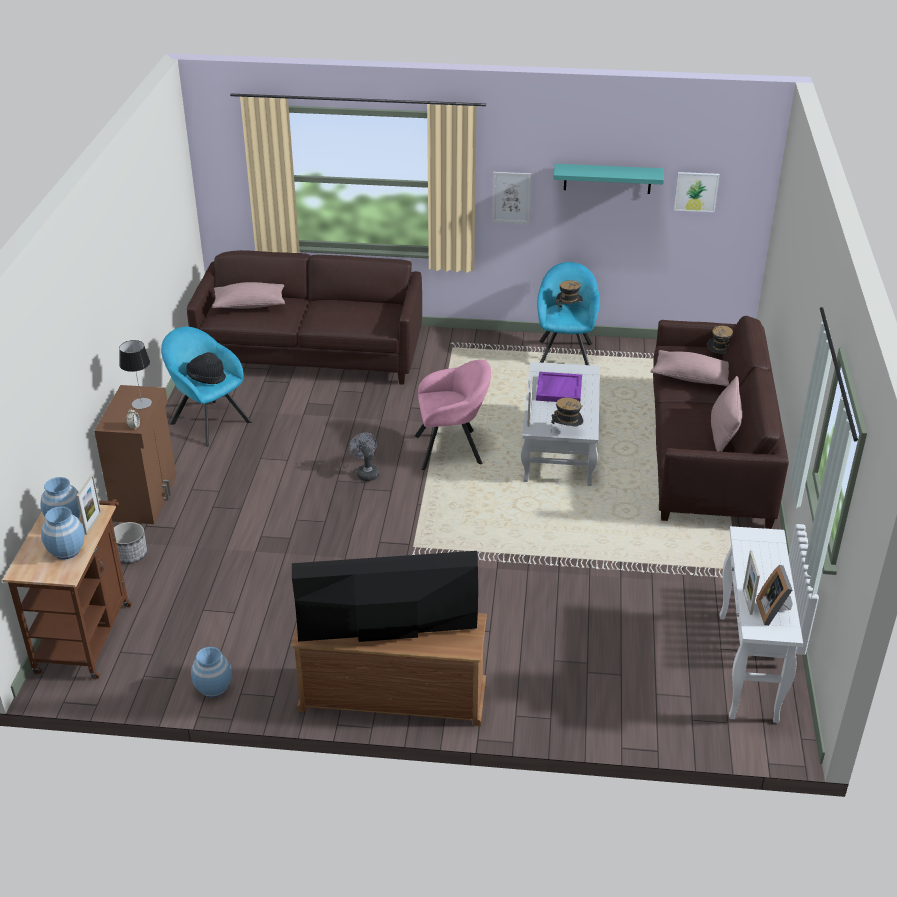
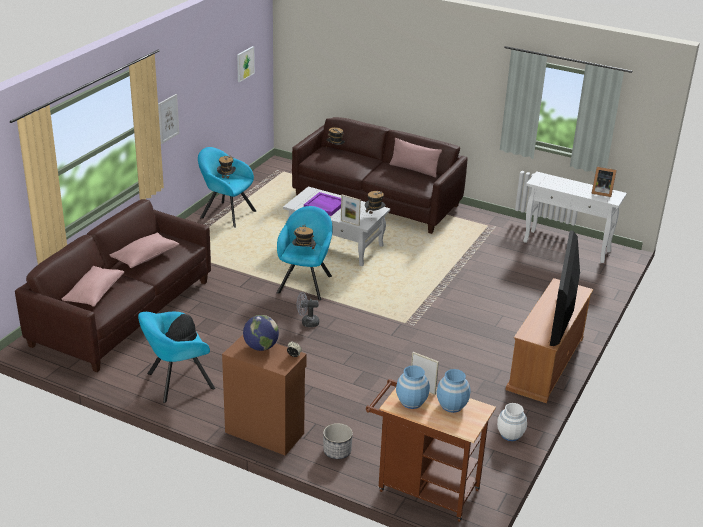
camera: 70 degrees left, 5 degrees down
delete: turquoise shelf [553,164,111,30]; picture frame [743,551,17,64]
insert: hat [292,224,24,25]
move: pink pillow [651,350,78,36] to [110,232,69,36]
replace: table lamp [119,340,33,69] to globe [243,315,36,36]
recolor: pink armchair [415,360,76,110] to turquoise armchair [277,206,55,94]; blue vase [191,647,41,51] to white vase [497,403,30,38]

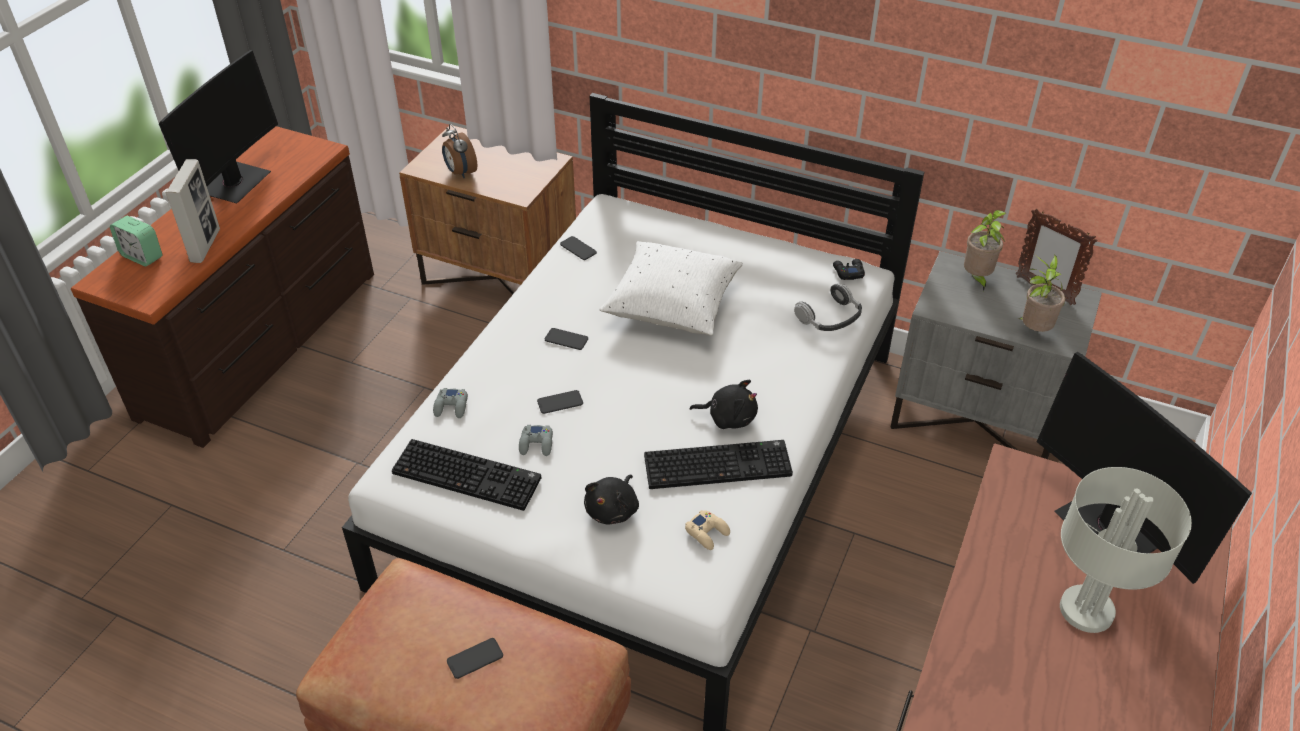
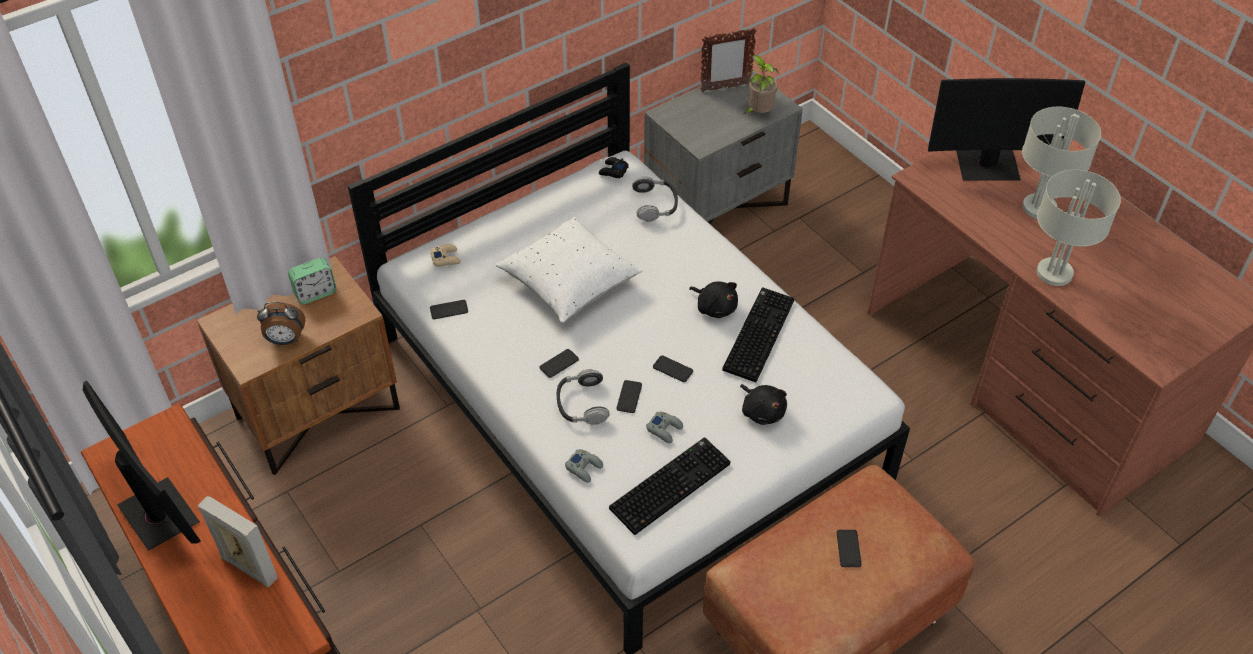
camera: 60 degrees left, 5 degrees up
delete: potted plant [964,210,42,81]
insert: headphones [557,369,53,56]; phone [653,355,40,27]; grey table lamp [1037,170,84,116]
move: alarm clock [110,216,52,51] to [288,258,48,46]; beige game controller [685,510,45,40] to [430,244,31,23]
rotate: black plush toy [690,380,68,49] = [689,282,49,36] 90 degrees clockwise

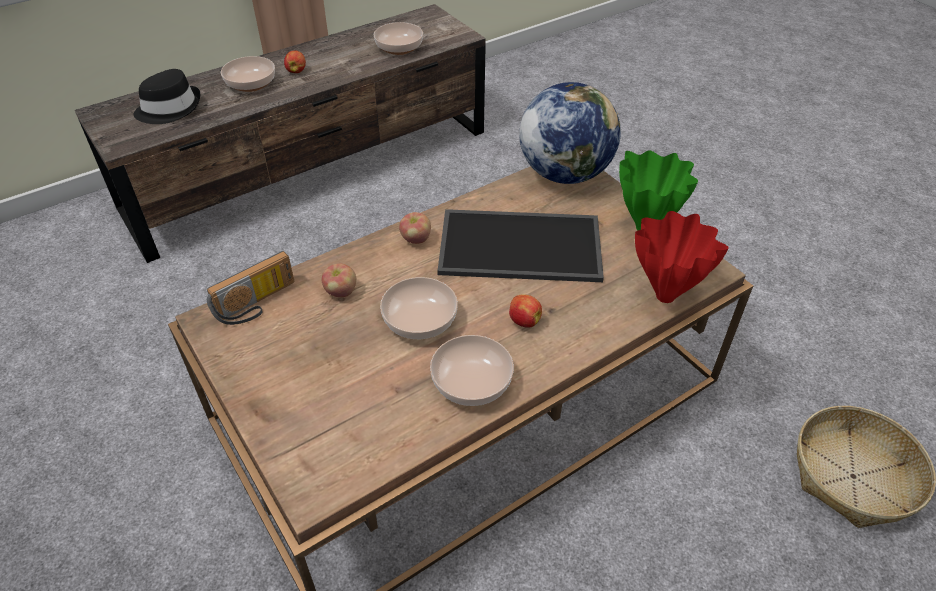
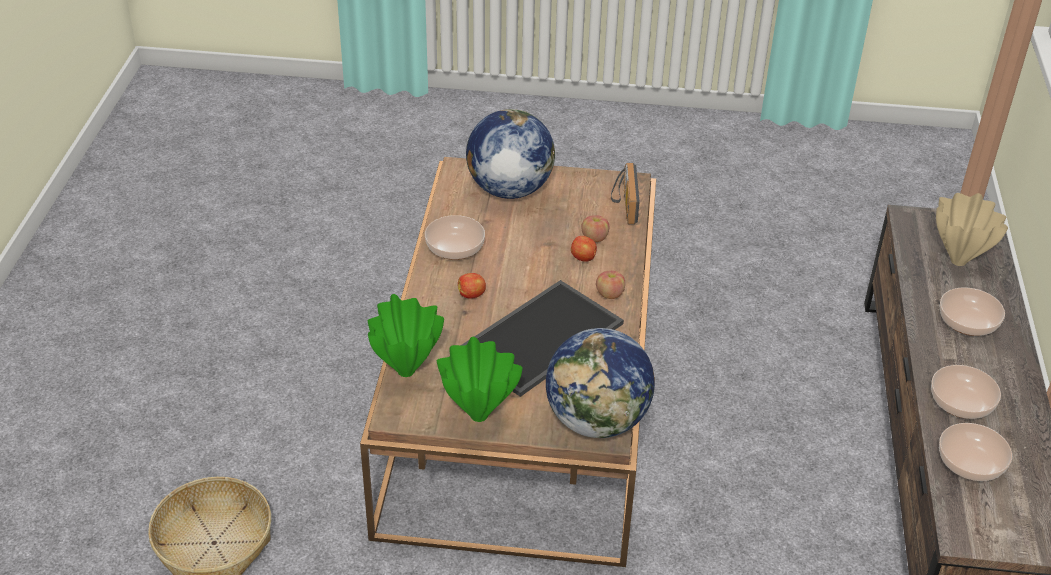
camera: 130 degrees right, 5 degrees down
insert: globe [466,109,89,90]
move: apple [284,50,22,23] to [571,236,26,26]; bowl [380,277,78,62] to [931,365,70,54]
replace: black hat [134,69,66,55] to beige vase [936,193,72,73]
recolor: red vase [635,211,94,92] to green vase [368,294,76,83]

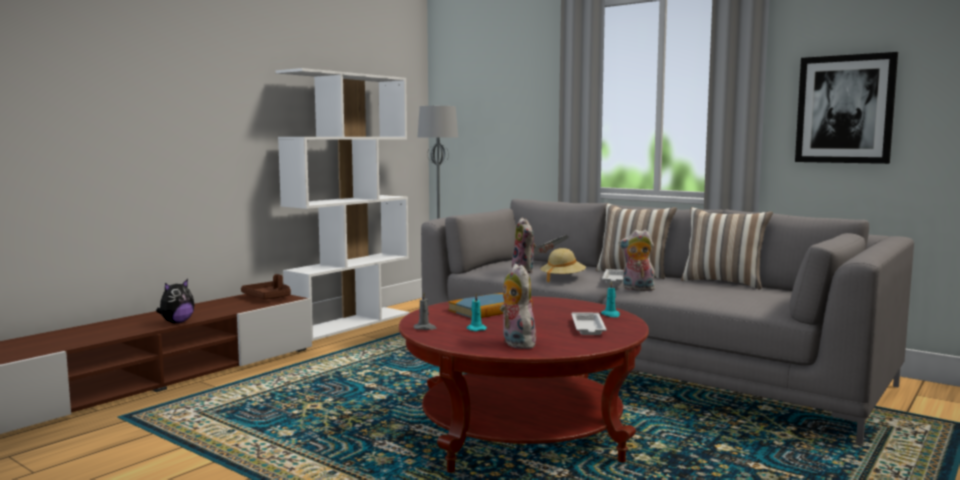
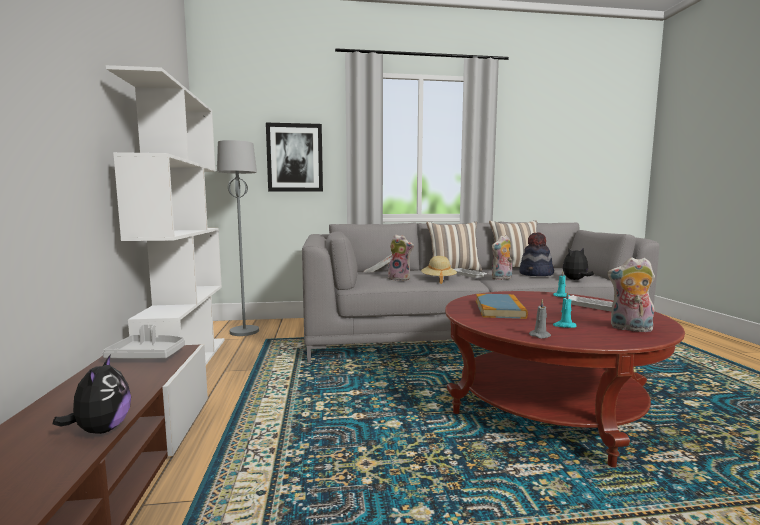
camera: 45 degrees left, 0 degrees up
insert: hat [519,232,35,44]; plush toy [563,248,31,32]
move: picture [795,52,103,112] to [266,123,57,69]
recolor: brown tray [241,274,50,25] to grey tray [103,324,82,35]

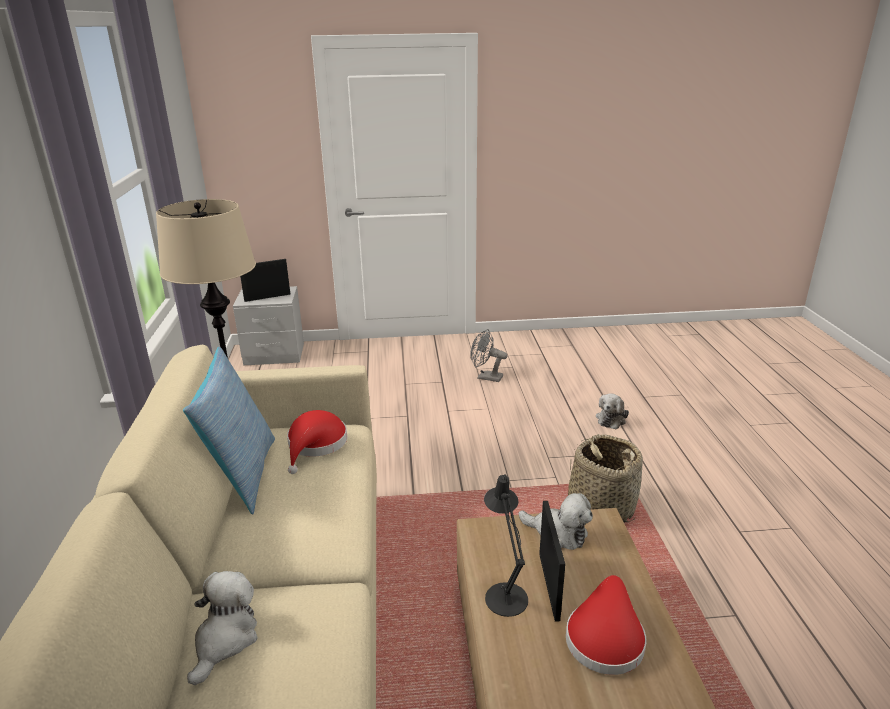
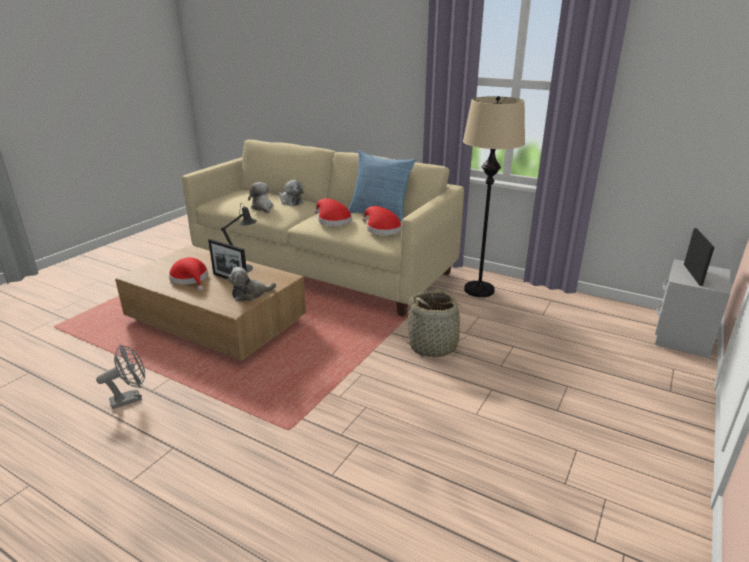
camera: 125 degrees right, 0 degrees up
insert: red hat [314,199,38,27]
move: grey fan [471,329,36,53] to [96,345,49,64]; plush toy [596,394,33,35] to [248,182,26,31]; basket [568,434,75,89] to [402,288,68,69]

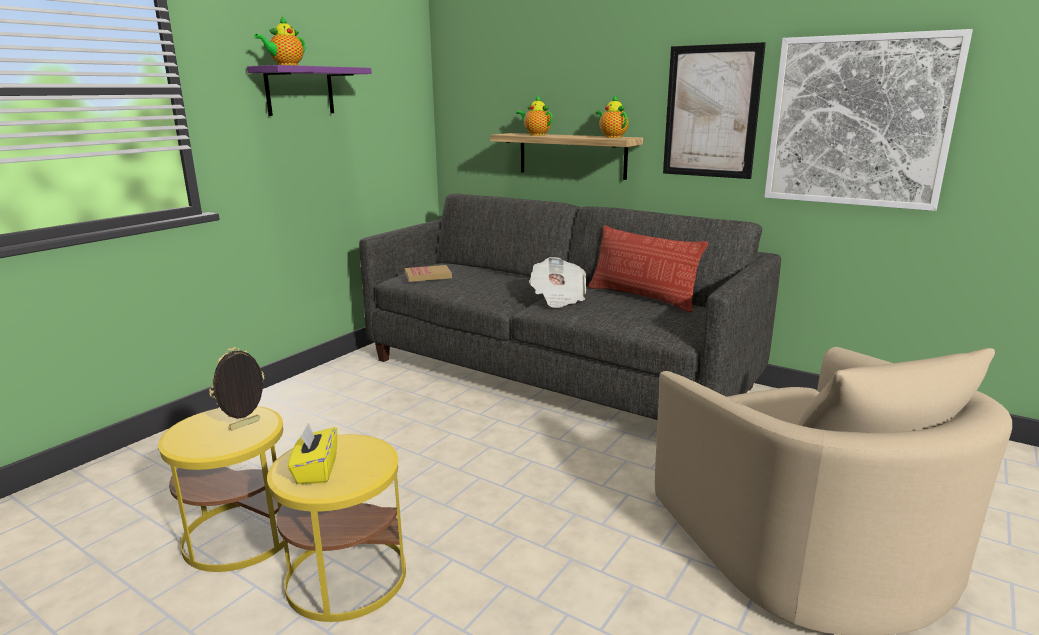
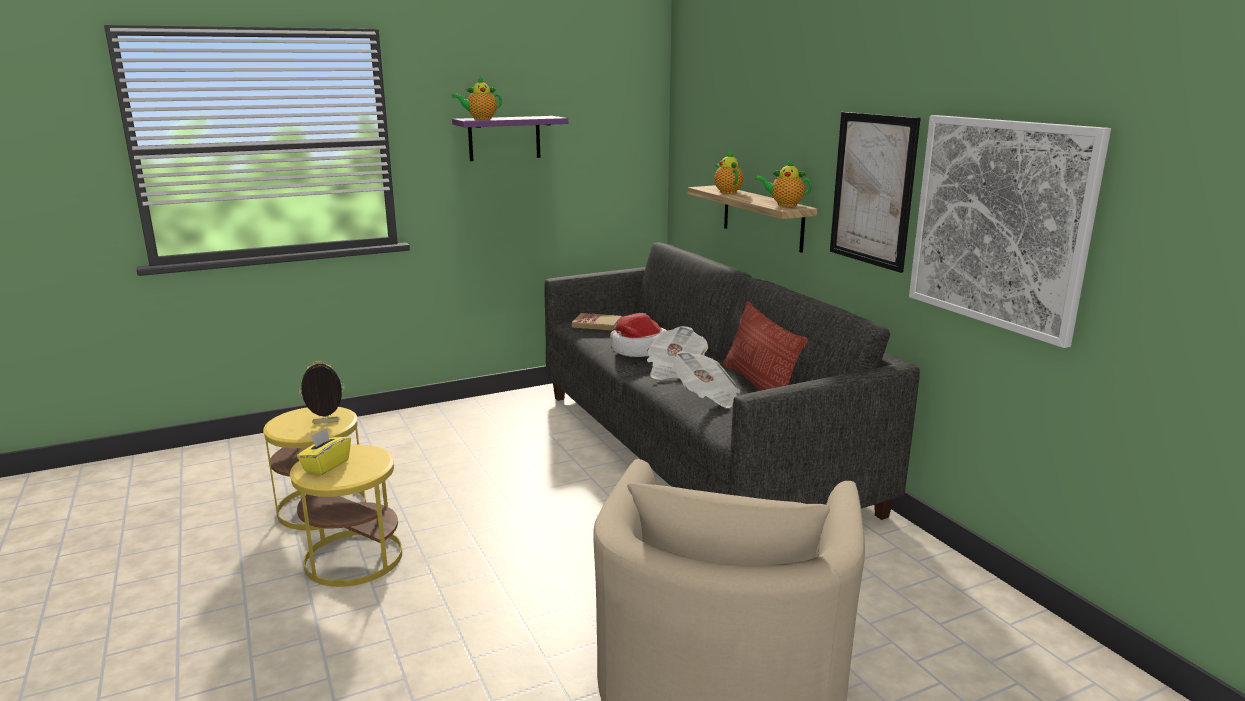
camera: 30 degrees right, 0 degrees up
insert: hat [610,313,56,44]; newspaper [673,351,67,57]
rotate: teapot [596,95,33,43] = [755,159,57,47] 75 degrees counterclockwise

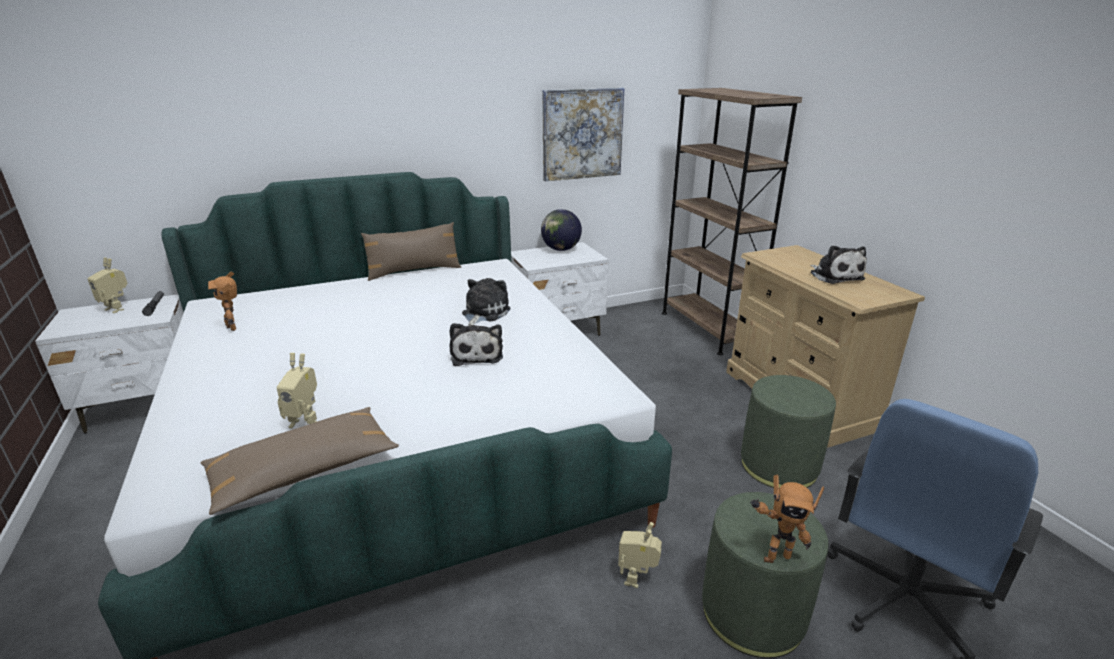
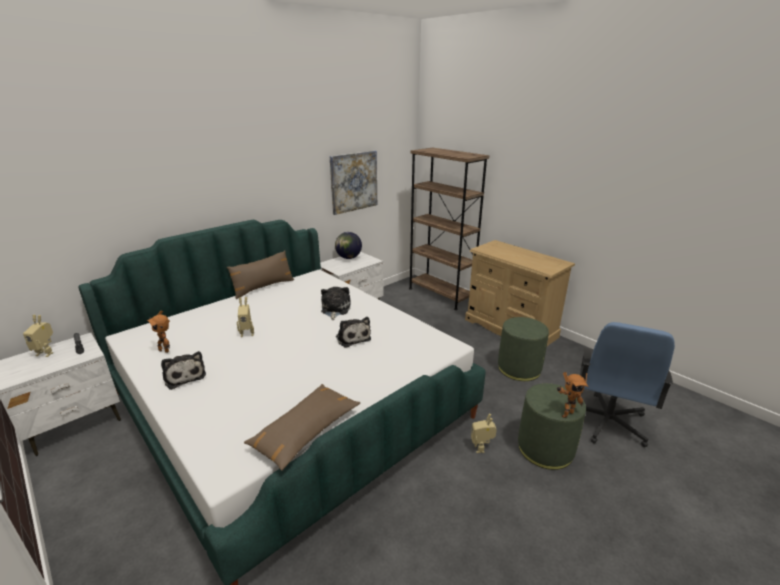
camera: 20 degrees left, 0 degrees up
move: plush toy [810,245,57,39] to [161,351,45,39]; toy robot [276,353,42,76] to [237,297,17,40]

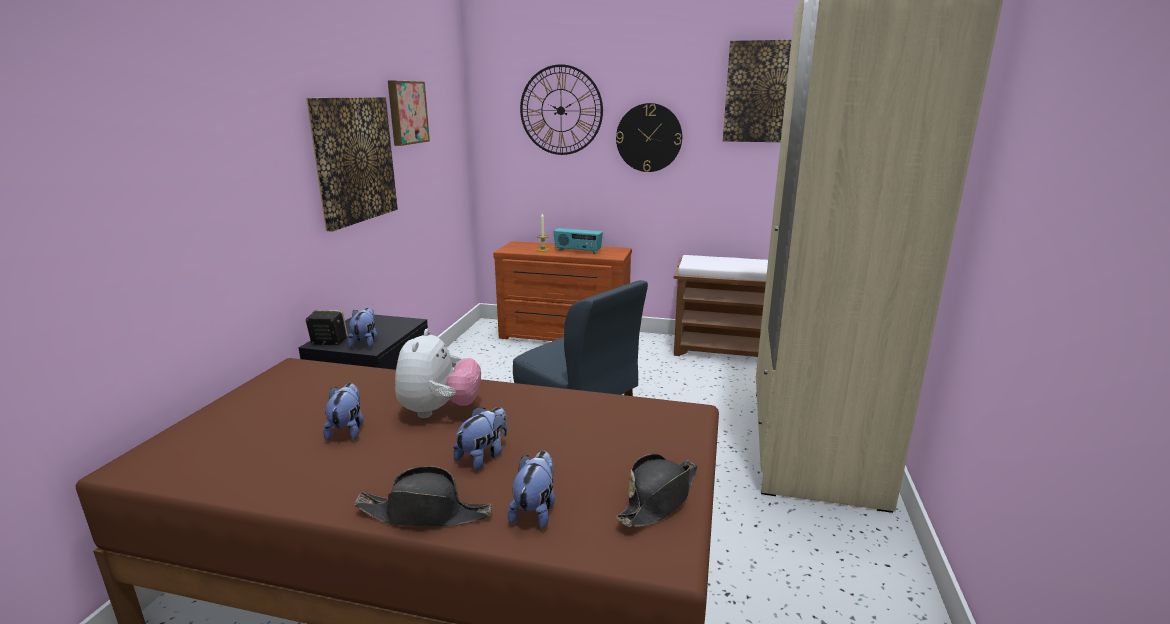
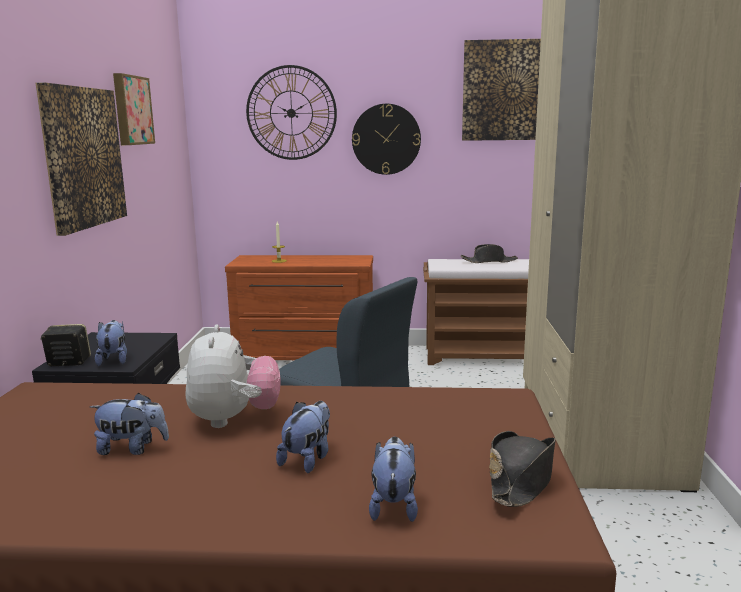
camera: 10 degrees left, 5 degrees down
delete: radio [553,228,50,26]
move: black hat [354,466,138,61] to [461,244,57,19]
rotate: plush toy [323,383,40,58] = [90,393,79,62] 105 degrees clockwise

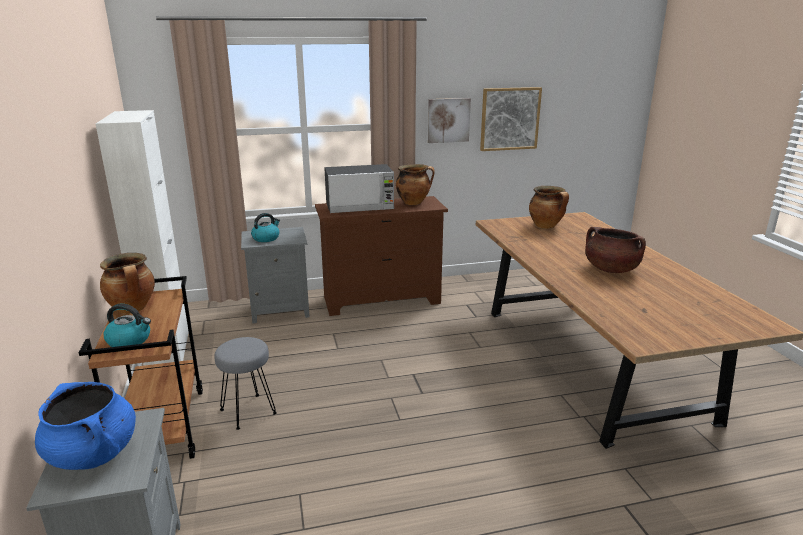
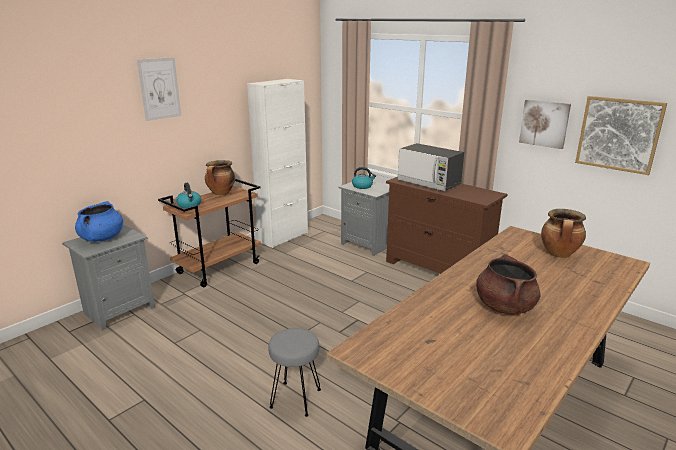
camera: 55 degrees right, 0 degrees up
delete: cooking pot [396,164,39,41]
insert: picture [137,57,44,64]
move: grey stool [215,337,62,93] to [268,328,53,89]

